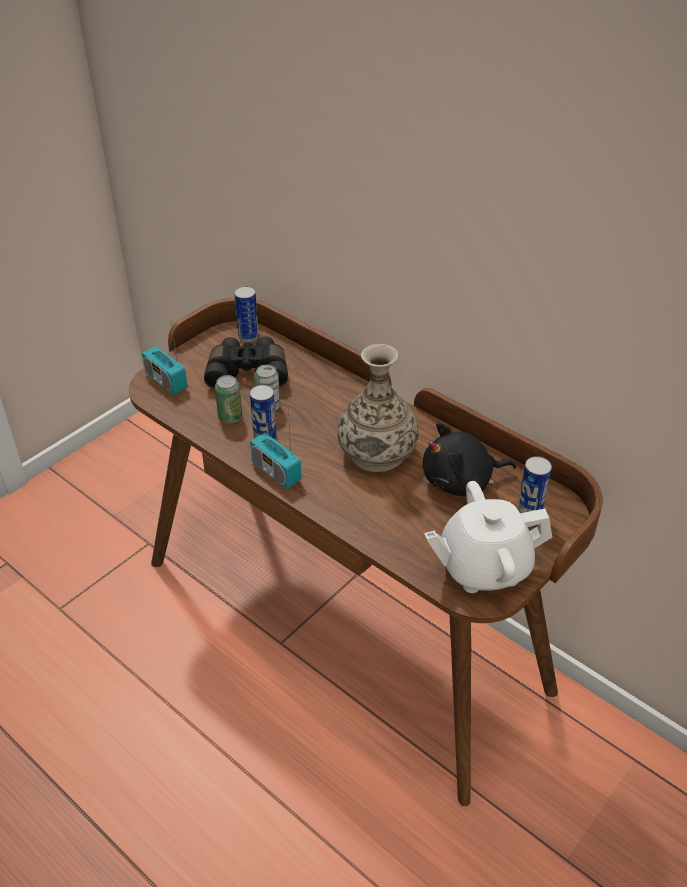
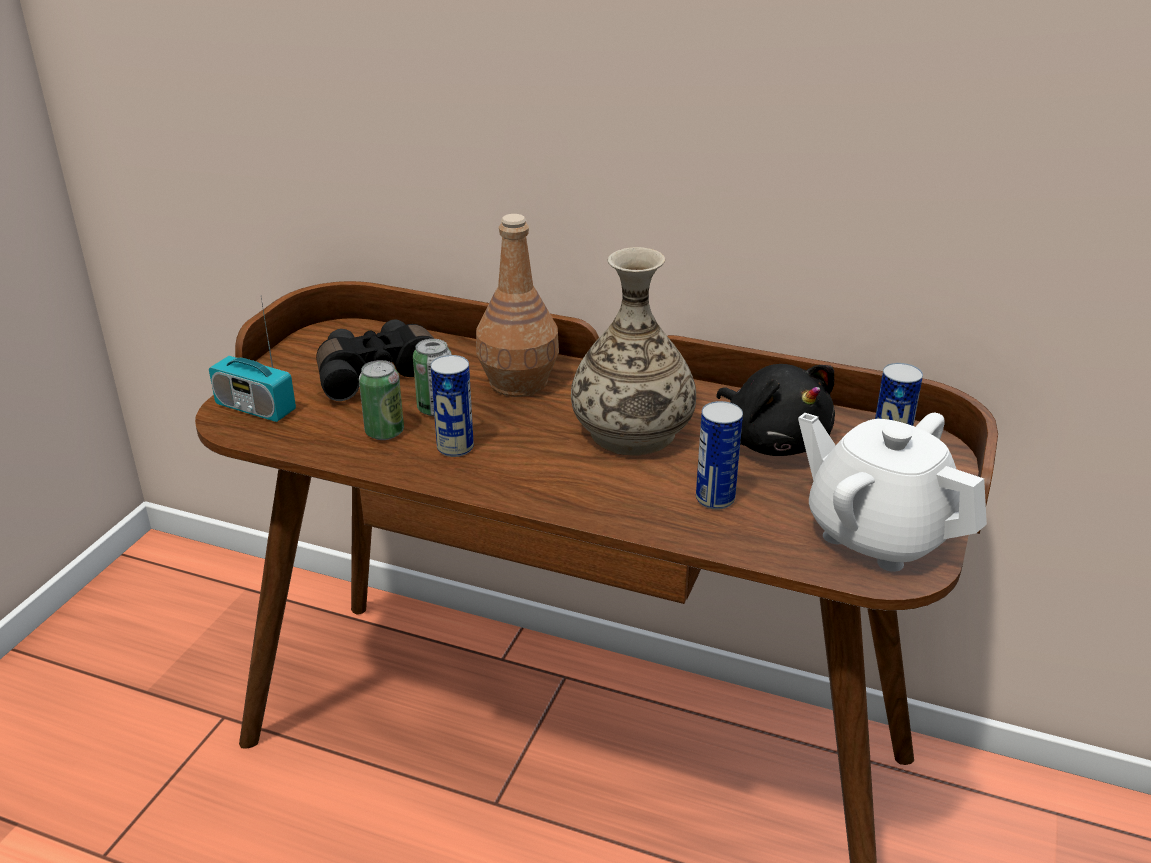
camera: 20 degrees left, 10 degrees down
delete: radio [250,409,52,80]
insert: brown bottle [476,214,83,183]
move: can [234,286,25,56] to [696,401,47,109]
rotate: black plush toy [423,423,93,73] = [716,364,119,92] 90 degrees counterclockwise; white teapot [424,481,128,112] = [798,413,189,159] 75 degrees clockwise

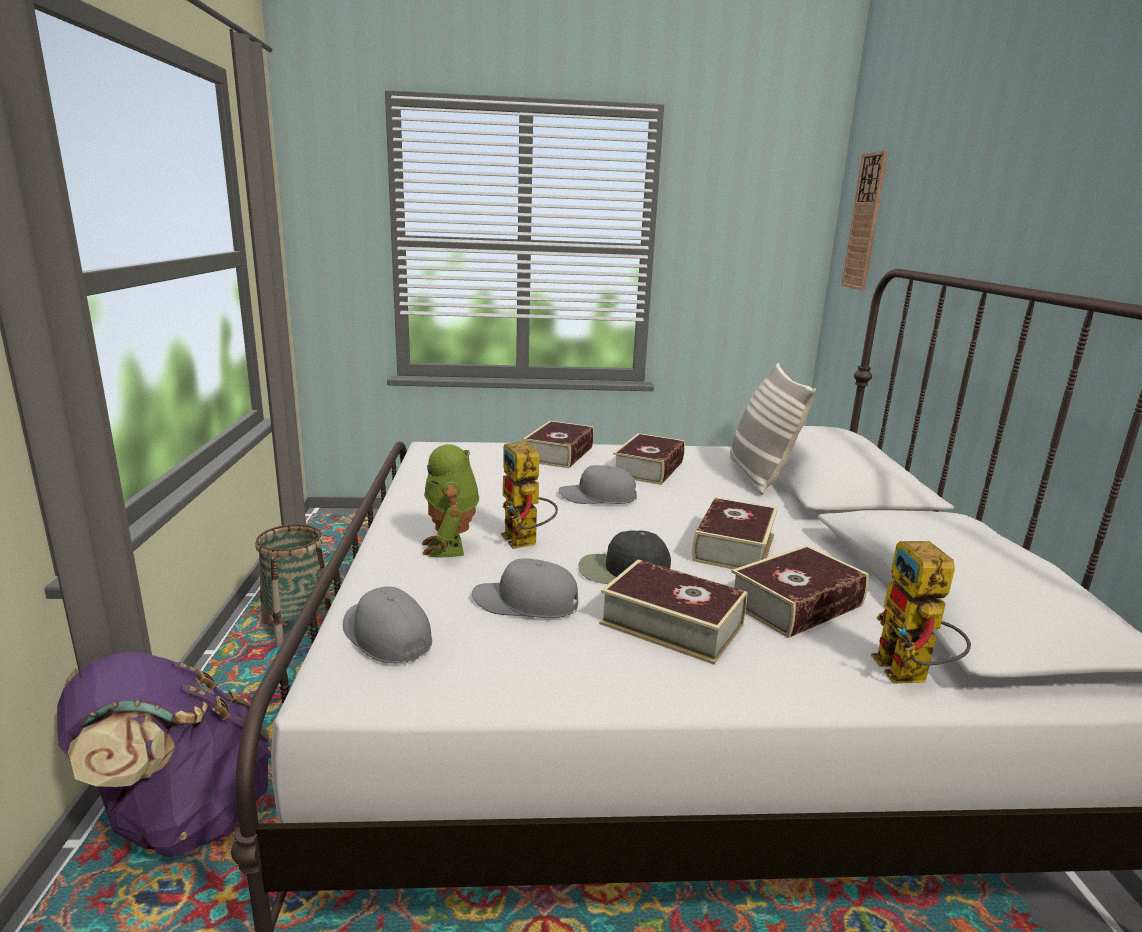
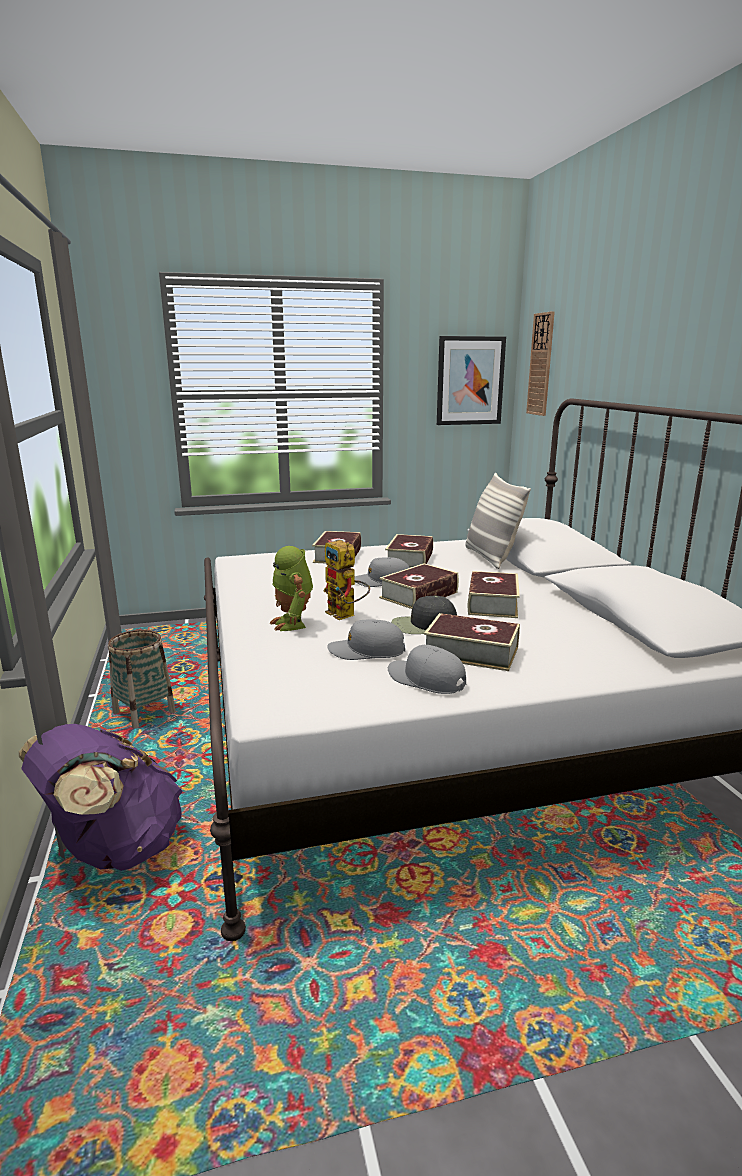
camera: 10 degrees left, 0 degrees up
delete: toy robot [871,541,100,143]
insert: picture [437,336,69,89]
move: book [731,545,138,93] to [379,563,80,46]; grey cap [343,586,89,77] to [388,645,78,49]

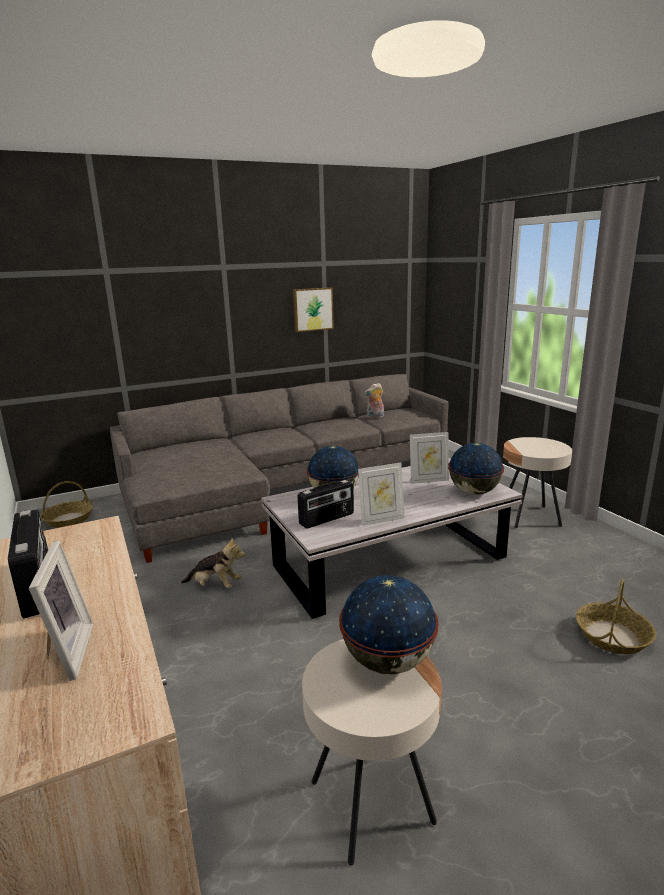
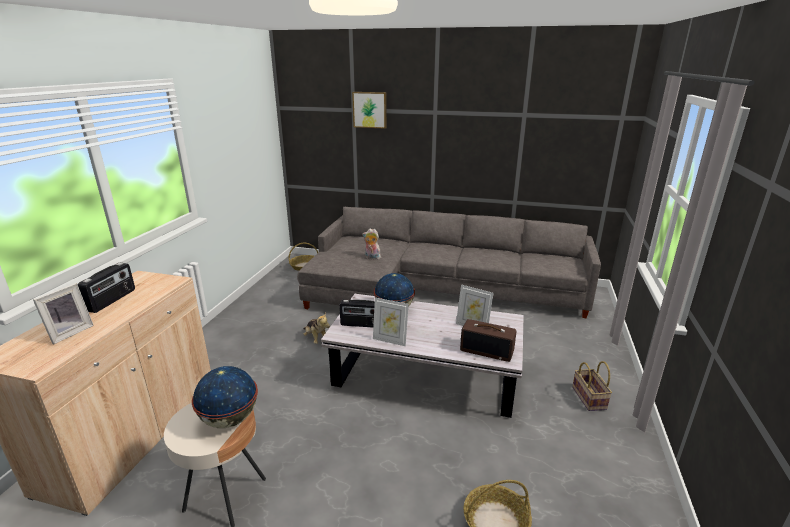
camera: 40 degrees right, 5 degrees up
move: picture [293,287,41,45] to [352,92,35,37]; plush toy [364,383,20,36] to [363,229,18,31]
replace: globe [448,443,56,52] to radio [460,319,56,43]; beige side table [503,437,69,91] to basket [572,361,40,50]

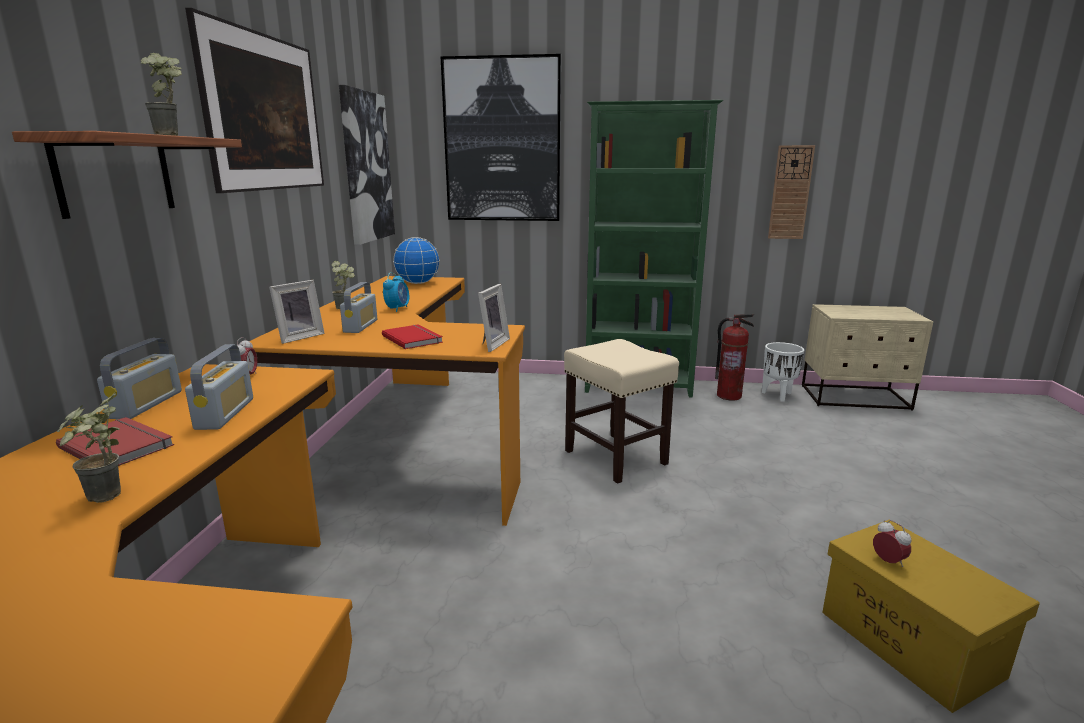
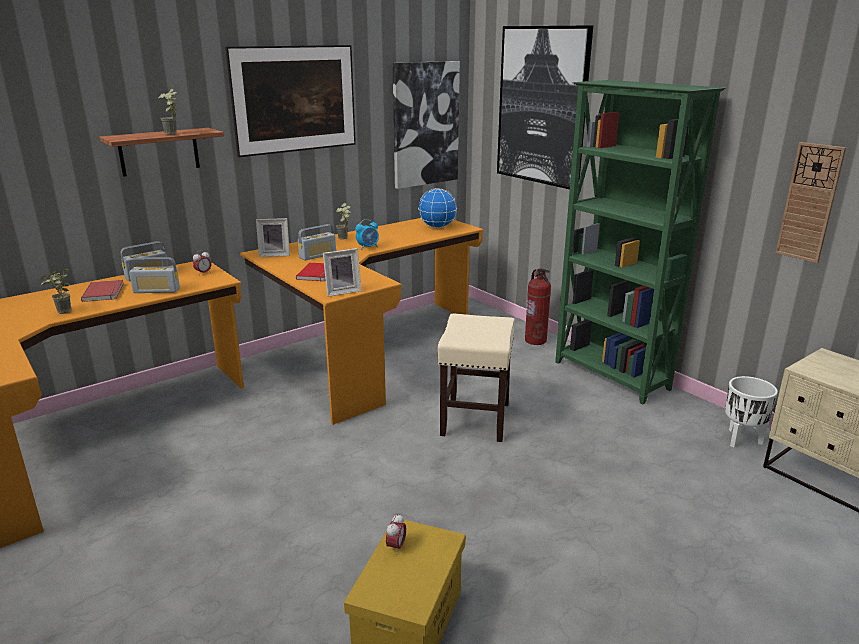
camera: 45 degrees right, 5 degrees up
move: fire extinguisher [715,314,39,87] to [525,268,26,77]
rotate: radio [185,344,68,86] = [129,257,51,36] 45 degrees clockwise

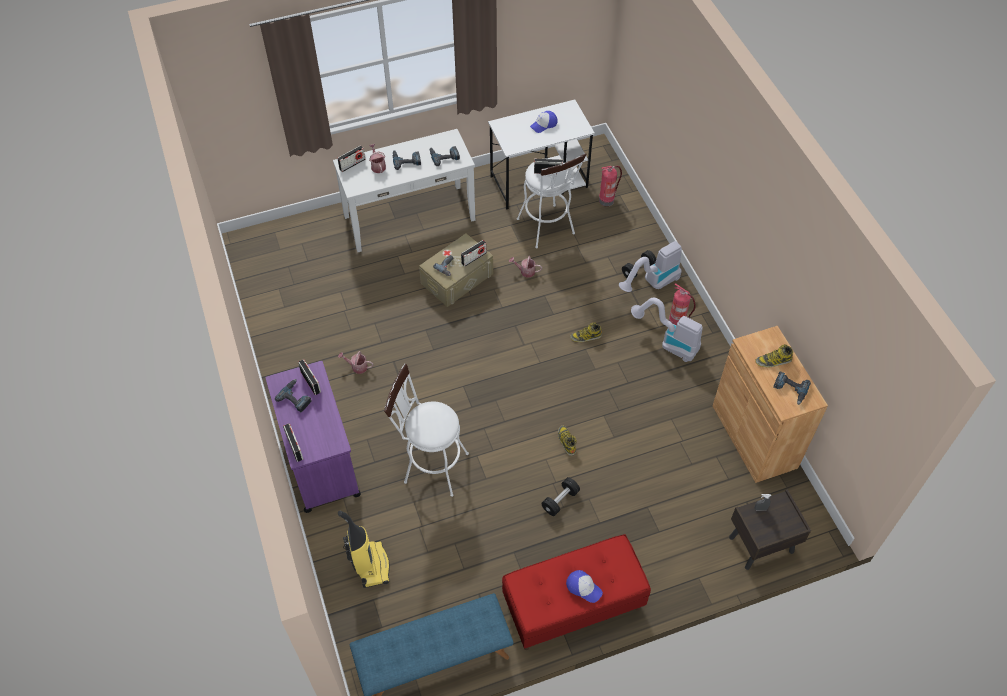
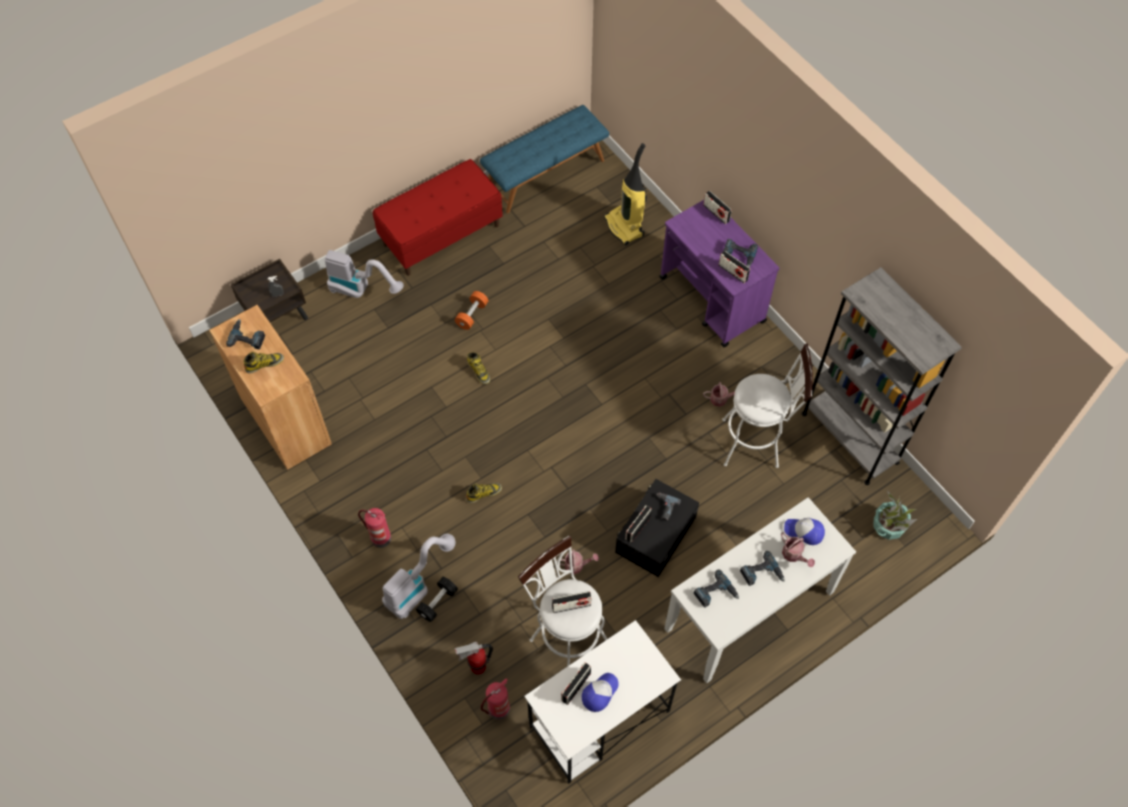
camera: 165 degrees right, 5 degrees up
insert: fire extinguisher [455,642,38,33]; grey bookcase [802,267,160,218]; potted plant [873,492,44,48]
move: vacuum cleaner [631,298,72,64] to [325,250,79,48]; radio [337,145,28,27] to [561,662,30,43]; white stool [384,364,85,133] to [722,343,91,125]; cap [566,570,37,33] to [784,518,41,27]
recolor: black dumbbell [541,477,39,39] to orange dumbbell [455,291,33,39]; beige storage box [419,234,74,73] to black storage box [615,479,84,98]

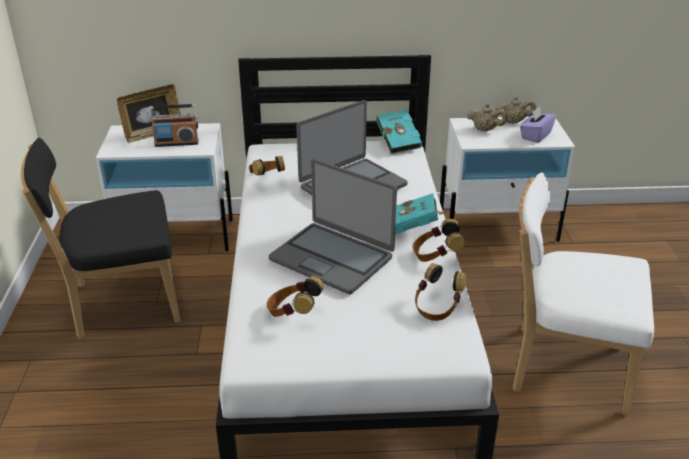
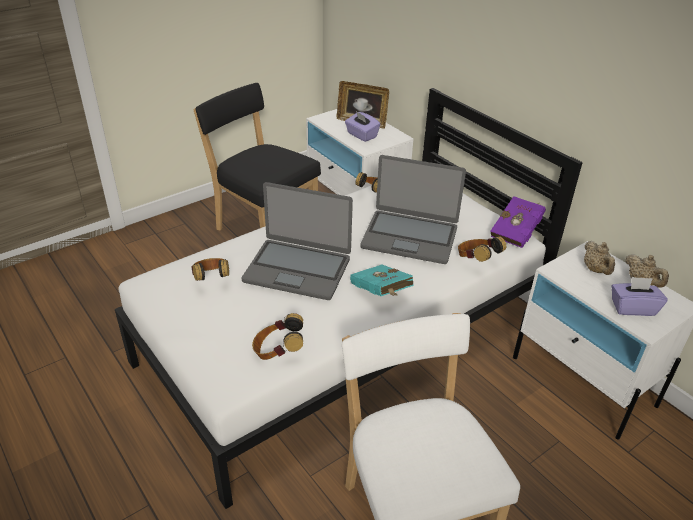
camera: 55 degrees right, 5 degrees up
move: headphones [413,219,52,43] to [458,236,48,26]
replace: radio [149,104,50,43] to purple tissue box [345,111,35,31]
recolor: turquoise book [376,110,46,44] to purple book [490,196,56,52]
rotate: laptop [269,159,128,135] = [242,182,111,118] 75 degrees counterclockwise

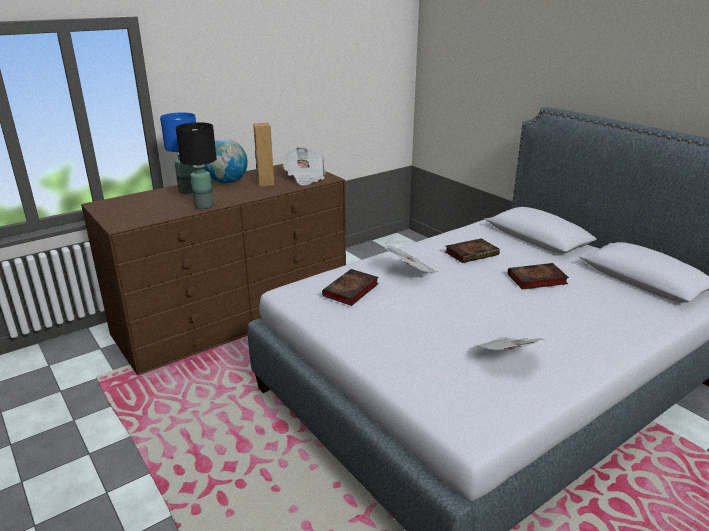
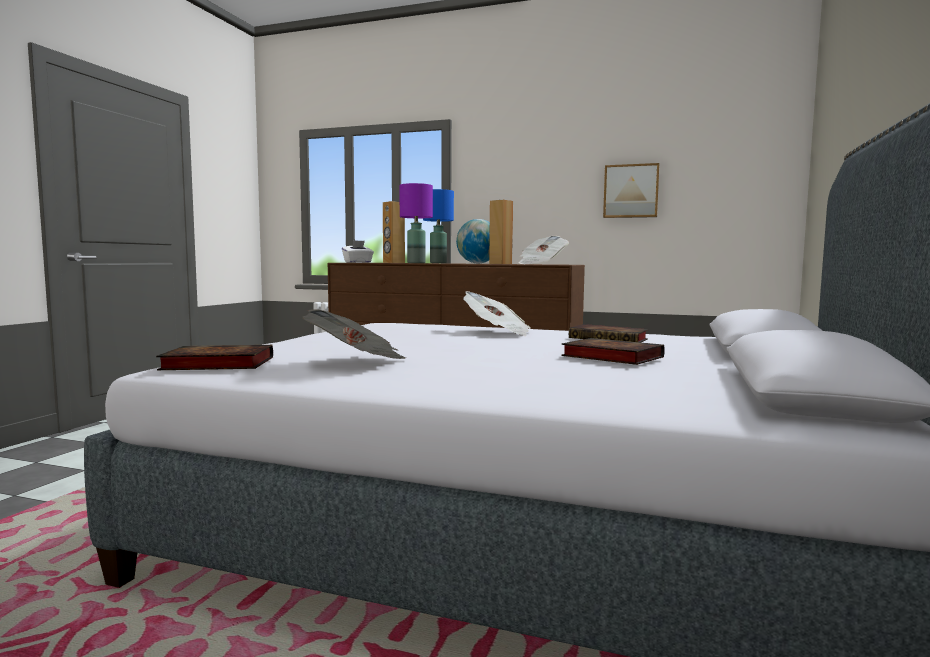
camera: 55 degrees right, 20 degrees down
insert: white tissue box [342,240,32,23]; brown speaker [383,201,22,62]; picture [603,163,56,55]
move: book [322,269,57,37] to [156,345,117,25]
recolor: black table lamp [176,122,41,87] to purple table lamp [400,183,33,80]

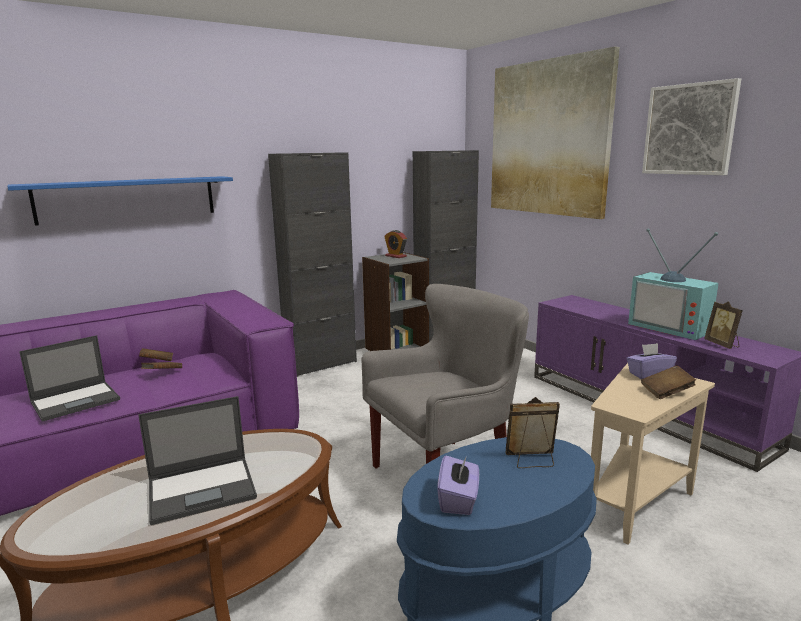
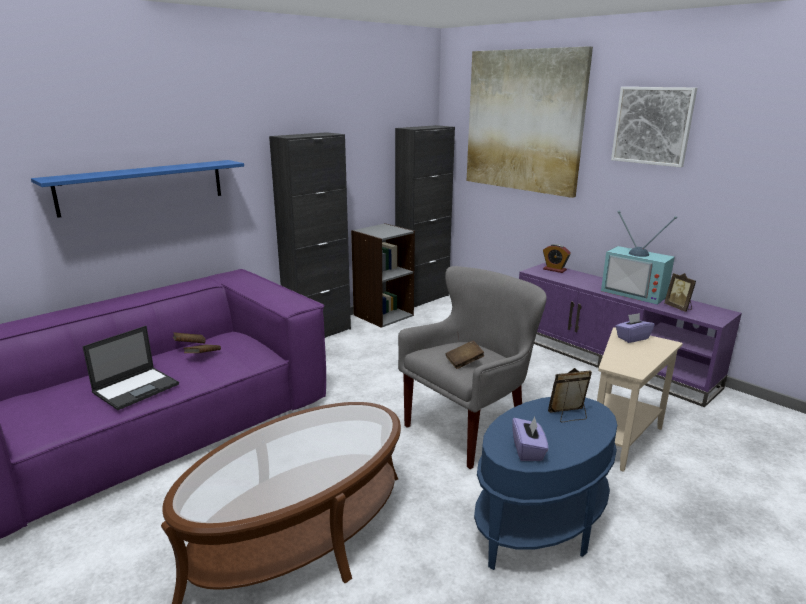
camera: 10 degrees left, 5 degrees up
delete: laptop [138,396,119,129]
move: brown book [641,365,55,34] to [446,340,38,29]; alarm clock [384,230,23,28] to [543,244,28,29]

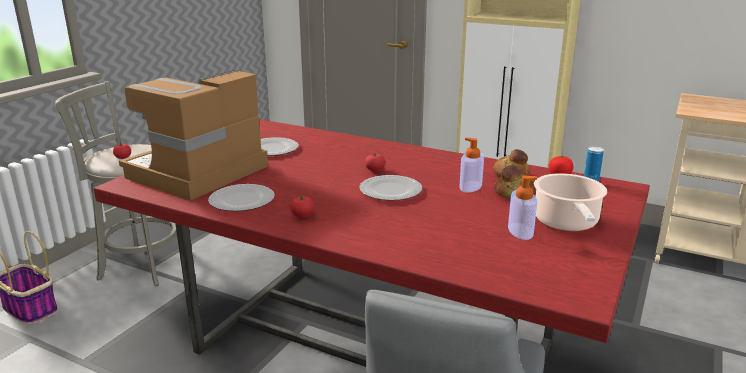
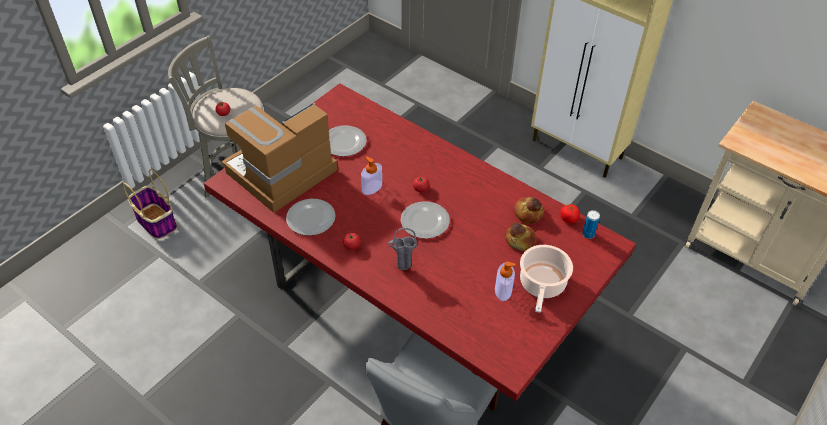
camera: 10 degrees right, 25 degrees up
insert: grey vase [388,228,29,42]
move: soap dispenser [459,137,25,56] to [361,157,21,38]

